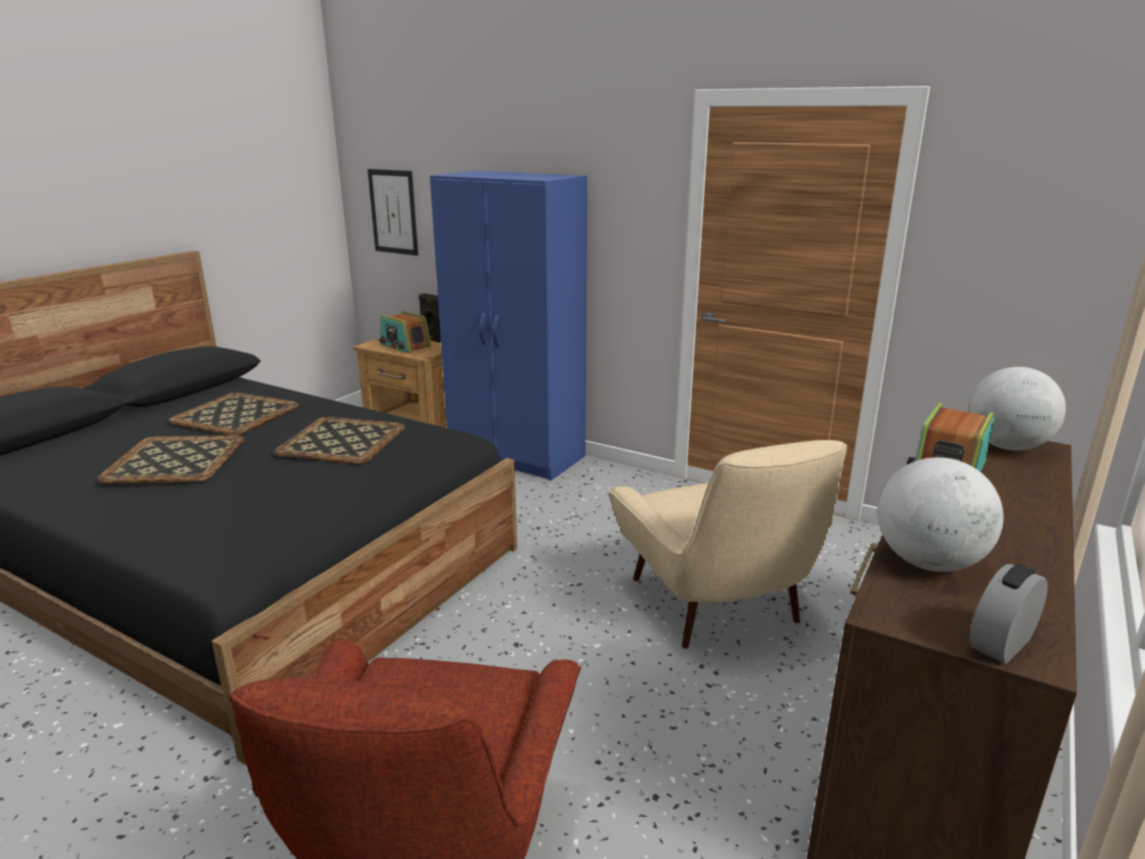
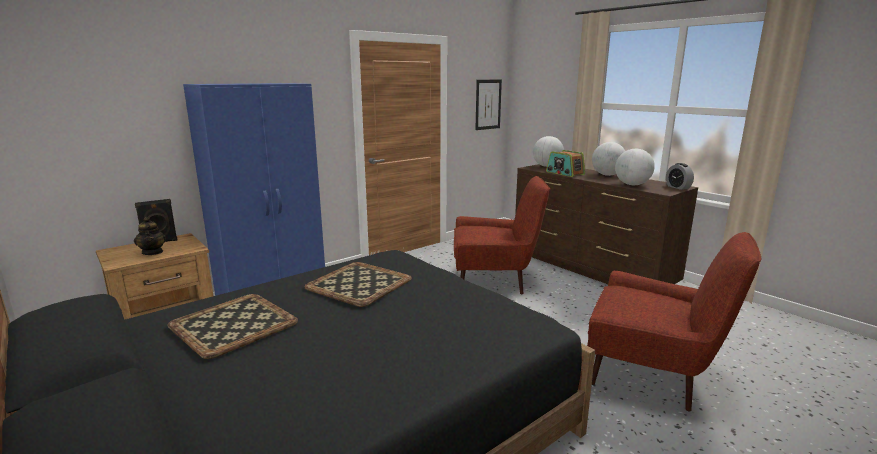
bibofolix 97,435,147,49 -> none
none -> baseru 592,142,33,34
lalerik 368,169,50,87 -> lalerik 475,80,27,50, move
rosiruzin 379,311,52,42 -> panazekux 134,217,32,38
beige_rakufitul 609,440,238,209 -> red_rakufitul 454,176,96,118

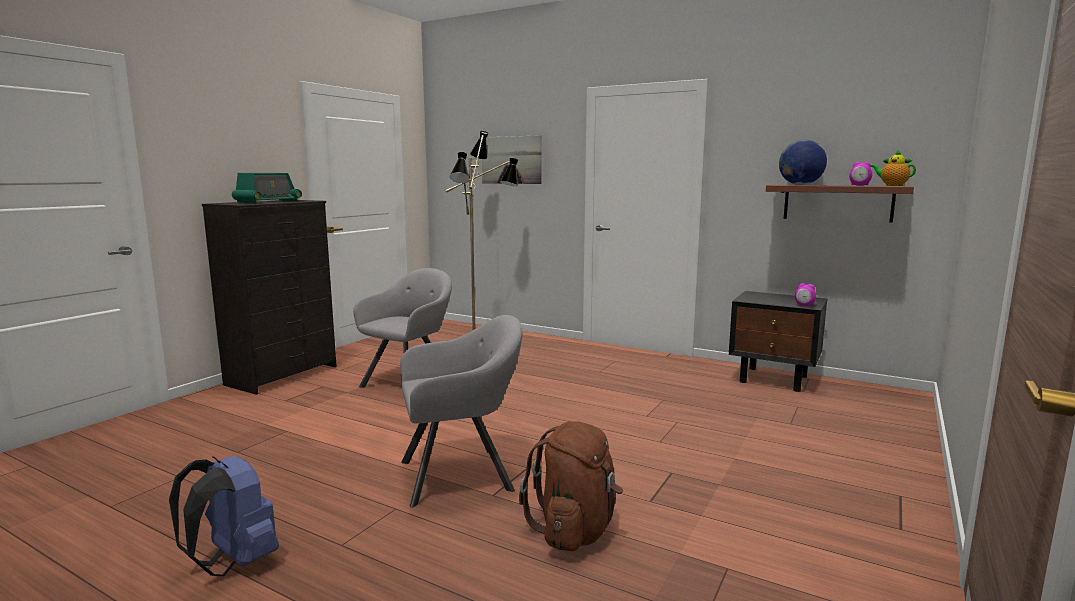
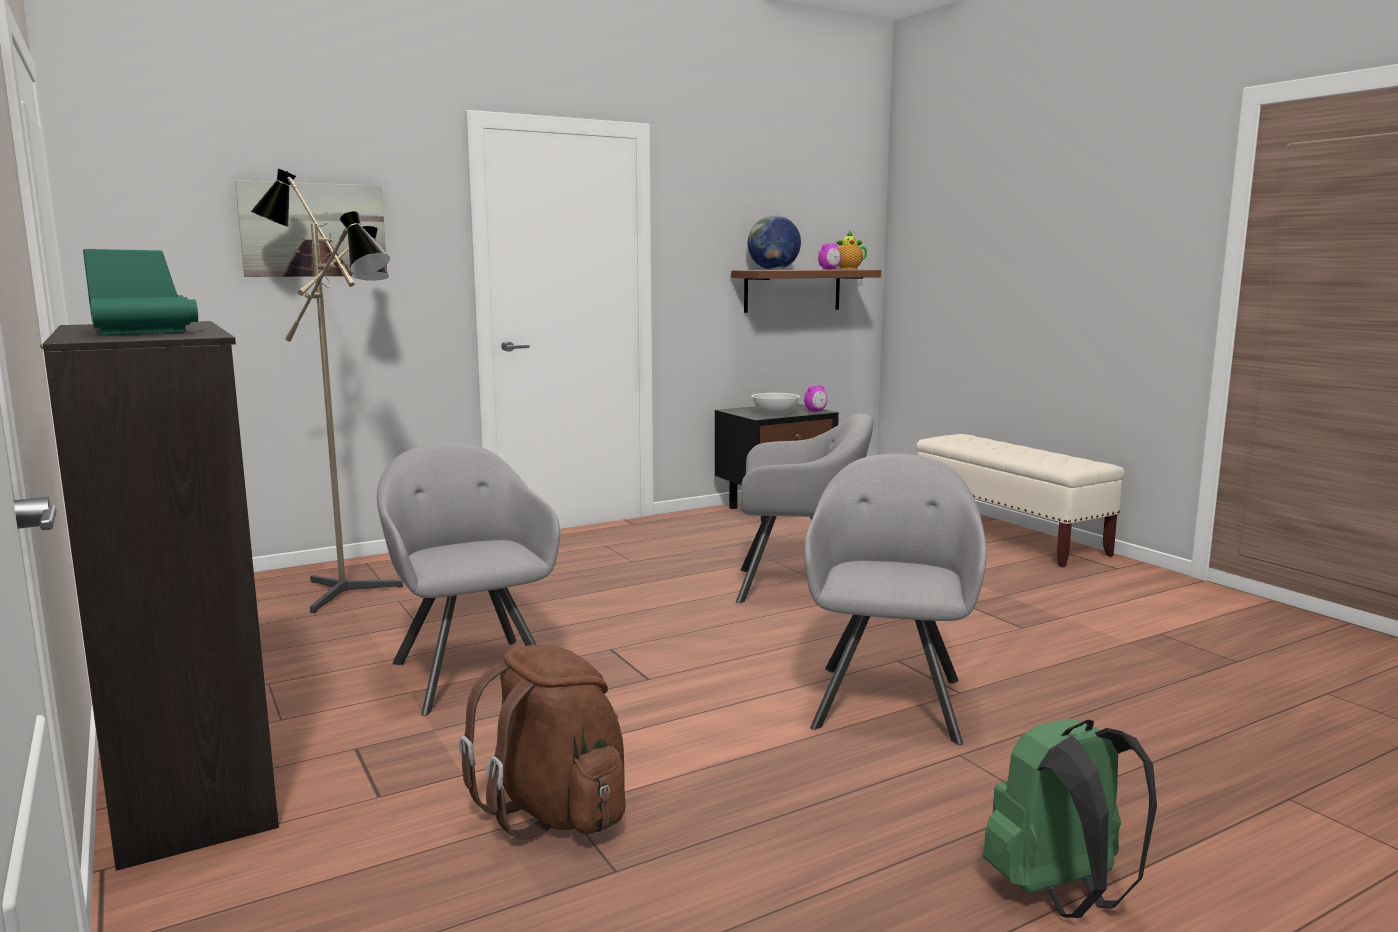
none -> grey_rakufitul 736,414,137,189
none -> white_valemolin 751,393,49,22
none -> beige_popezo 917,434,208,134
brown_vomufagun 519,421,104,130 -> brown_vomufagun 459,645,167,195, move
blue_vomufagun 169,456,110,120 -> green_vomufagun 983,718,174,200

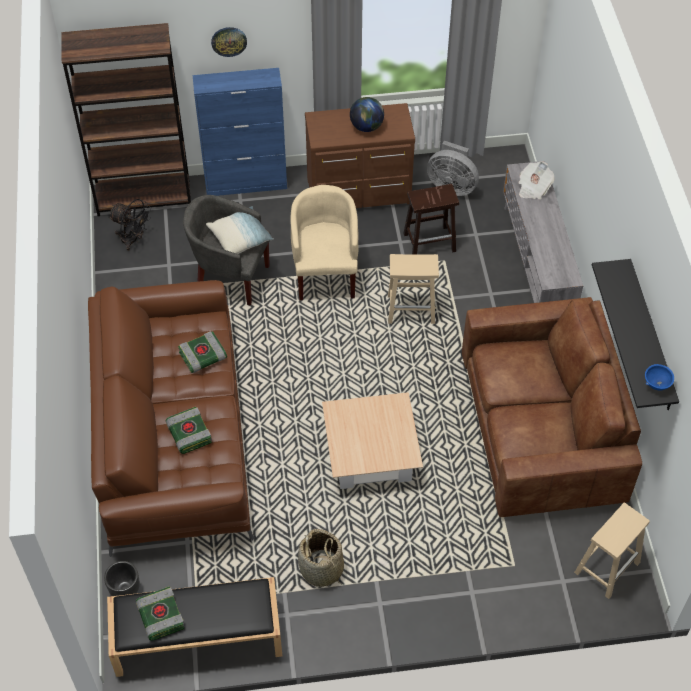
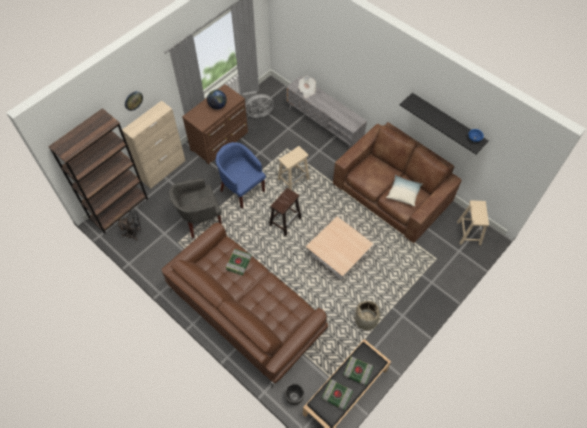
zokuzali 166,407,46,47 -> zokuzali 343,357,31,29, move
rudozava 206,206,67,48 -> rudozava 386,175,36,31, move
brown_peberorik 403,184,56,71 -> brown_peberorik 269,188,33,48, move
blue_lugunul 193,68,94,128 -> beige_lugunul 122,101,64,88
beige_rakufitul 290,185,69,115 -> blue_rakufitul 216,142,50,66

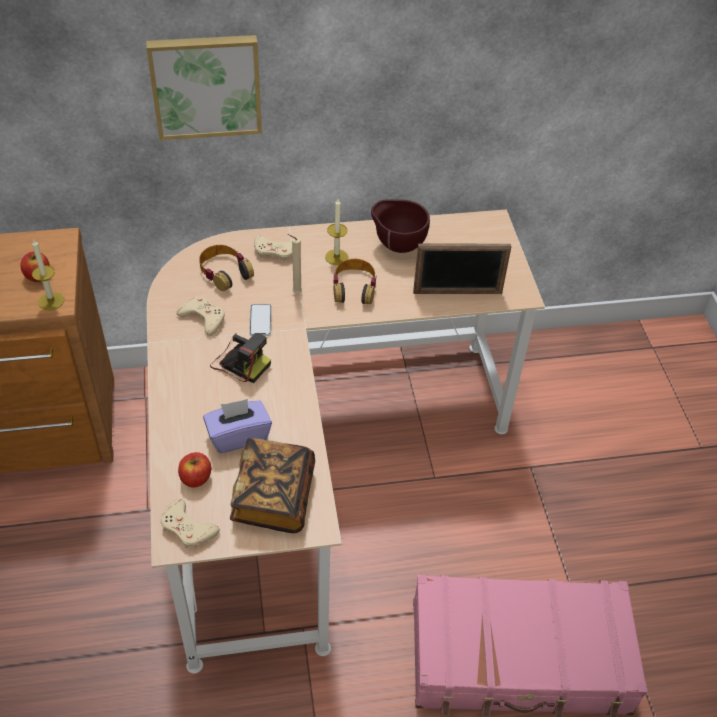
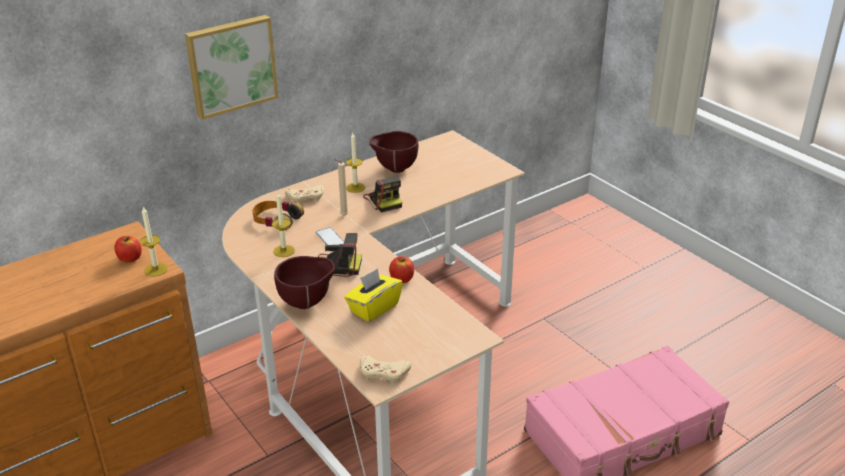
zokuzali 230,438,85,95 -> none
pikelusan 413,244,99,50 -> none
none -> brown_valemolin 274,256,61,53
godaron 178,452,34,36 -> godaron 389,256,25,27, move
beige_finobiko 176,296,49,40 -> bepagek 272,192,23,65
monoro 334,259,42,45 -> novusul 363,177,39,35
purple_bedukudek 203,399,69,54 -> yellow_bedukudek 344,268,59,54

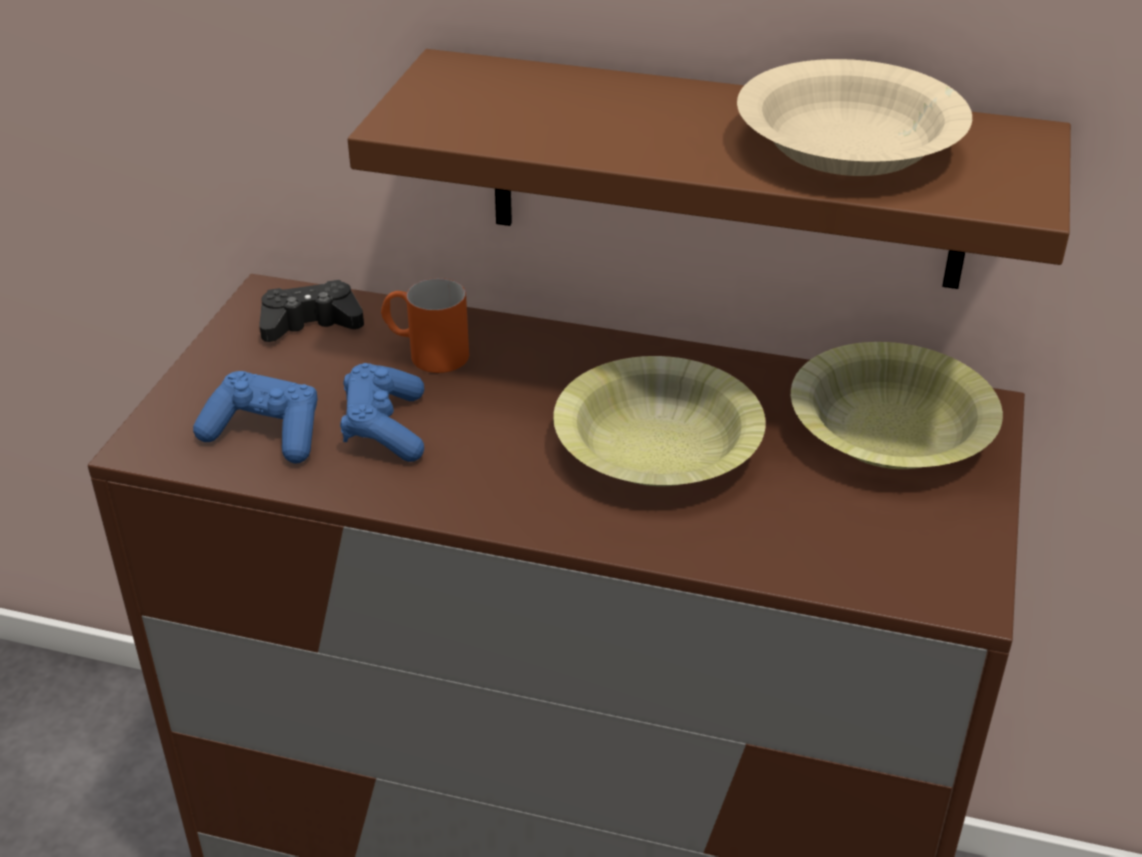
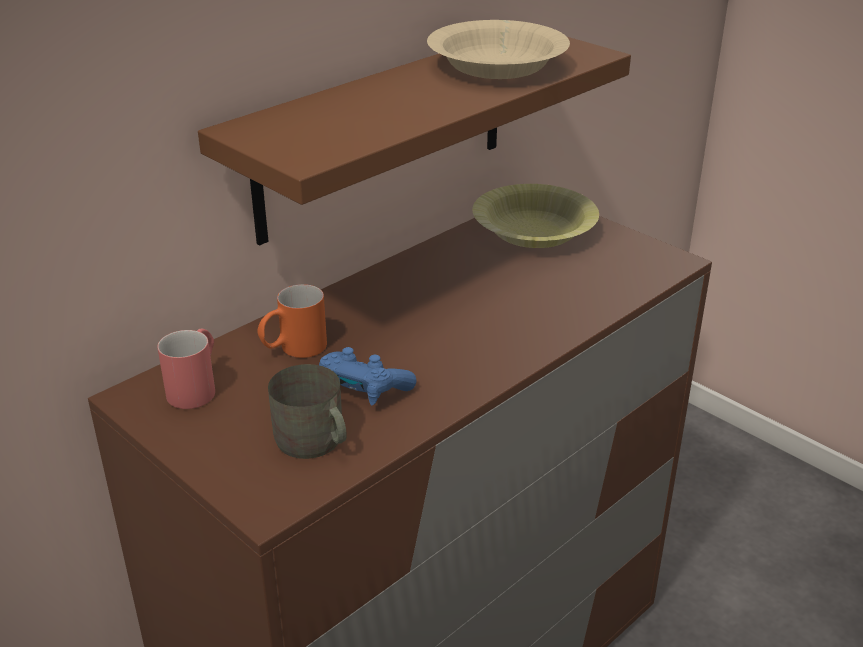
yellow_valemolin 553,356,213,130 -> none
blue_finobiko 193,371,125,93 -> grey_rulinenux 268,364,79,95
black_finobiko 259,280,105,62 -> red_rulinenux 157,329,58,80

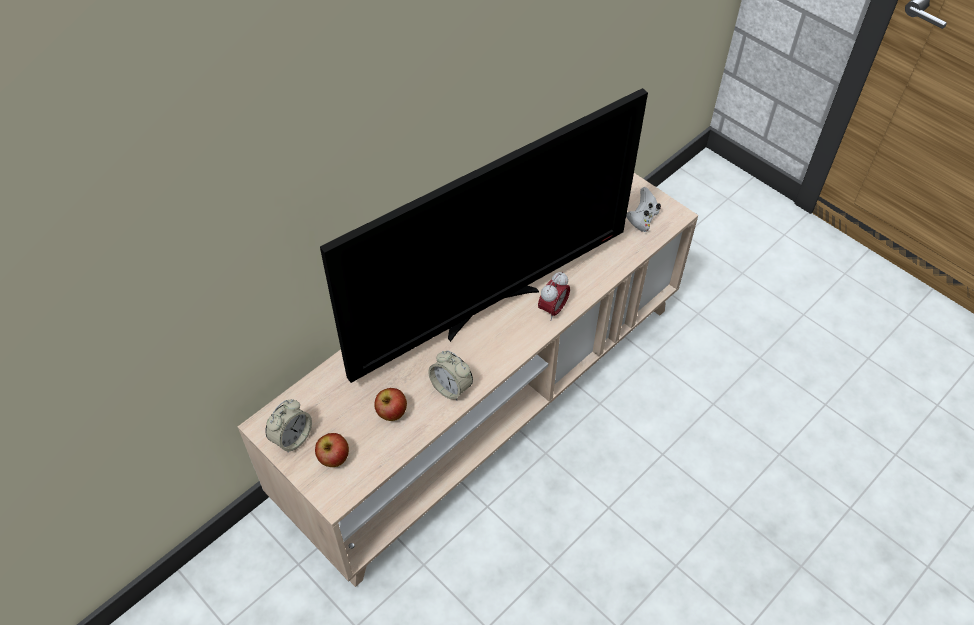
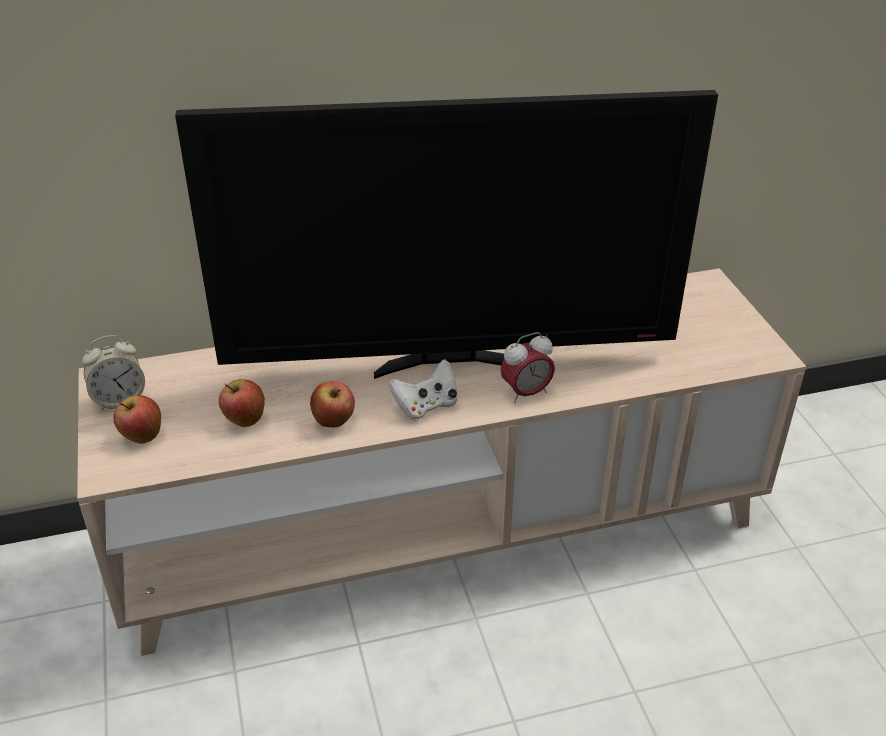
white_finobiko 626,187,35,45 -> white_finobiko 389,359,68,62, move
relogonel 429,350,44,51 -> godaron 310,381,45,46

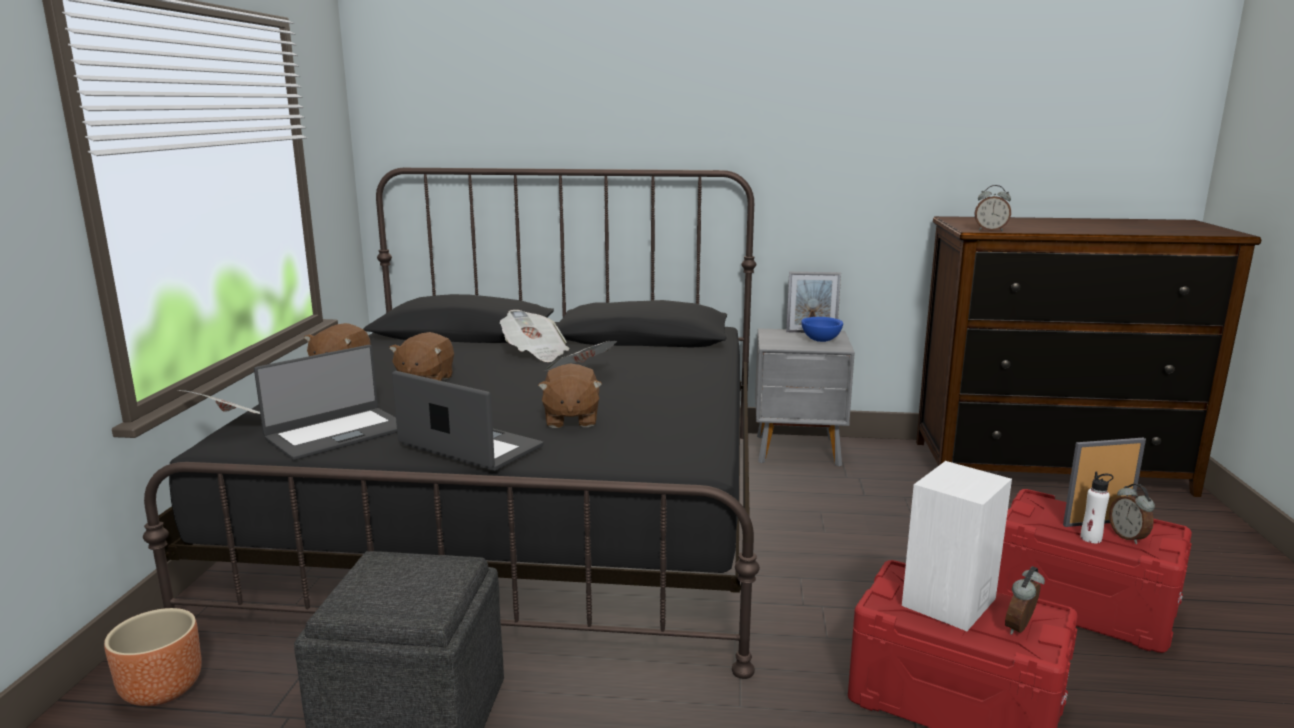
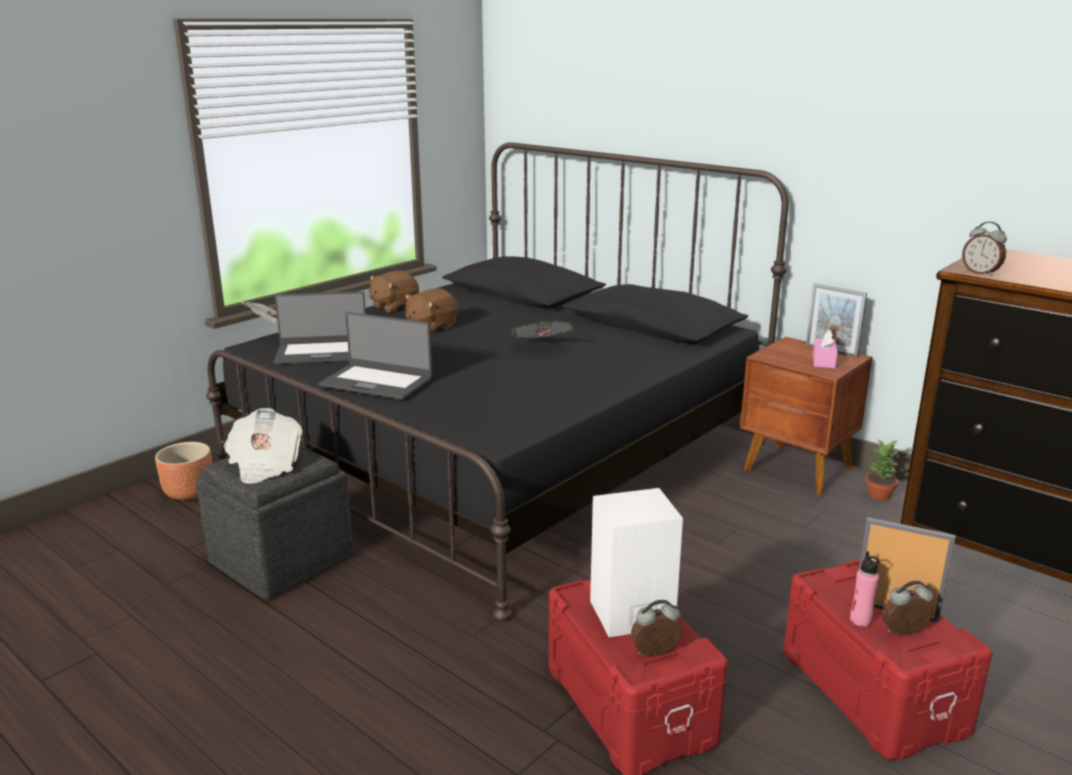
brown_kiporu 538,364,64,64 -> none
none -> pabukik 866,440,33,61
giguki 500,310,70,52 -> giguki 224,408,78,76, move
blue_valemolin 801,317,42,25 -> pink_bedukudek 813,330,25,38
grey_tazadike 755,328,100,139 -> brown_tazadike 740,337,132,158
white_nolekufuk 1080,471,34,72 -> pink_nolekufuk 850,551,29,76
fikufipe 392,371,152,100 -> fikufipe 318,312,114,88, 135 degrees clockwise
relogonel 1109,484,46,60 -> relogonel 882,581,52,54, 60 degrees clockwise

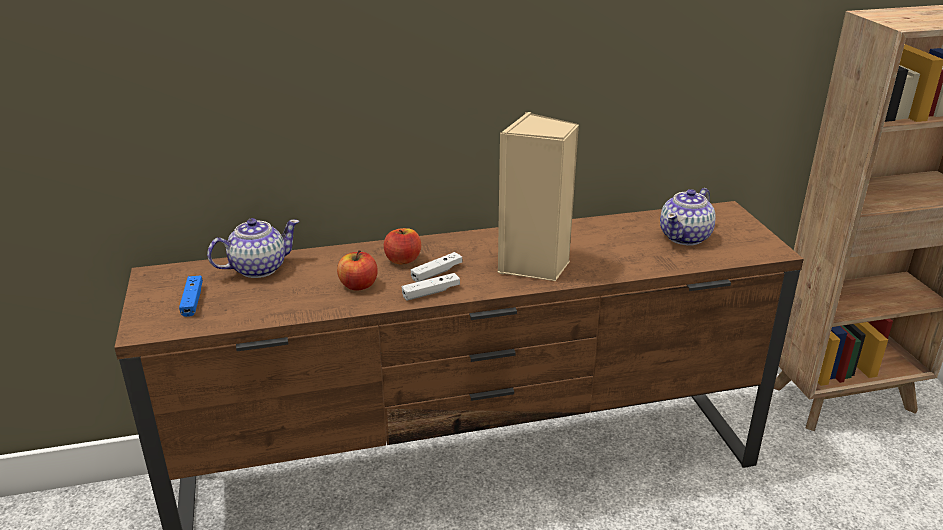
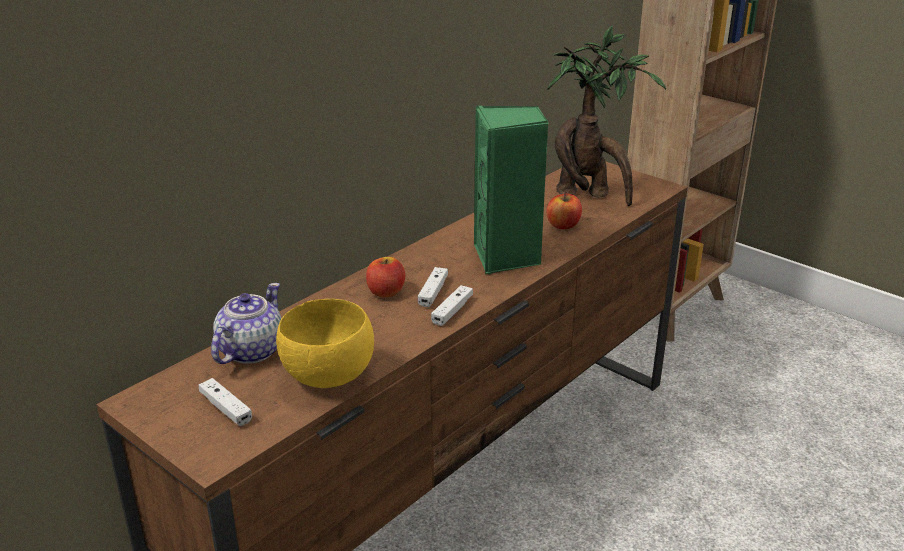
none -> yellow_valemolin 276,299,98,89
godaron 337,250,41,41 -> godaron 546,192,36,37, move
panazekux 660,188,56,57 -> pabukik 547,25,119,181
blue_finobiko 179,276,24,41 -> white_finobiko 199,378,53,48
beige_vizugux 498,112,81,169 -> green_vizugux 474,106,75,168

